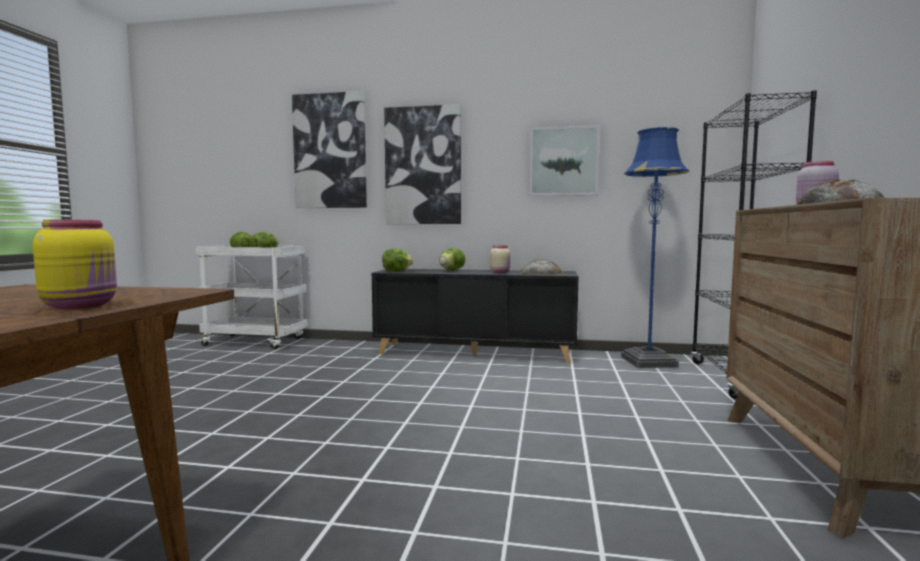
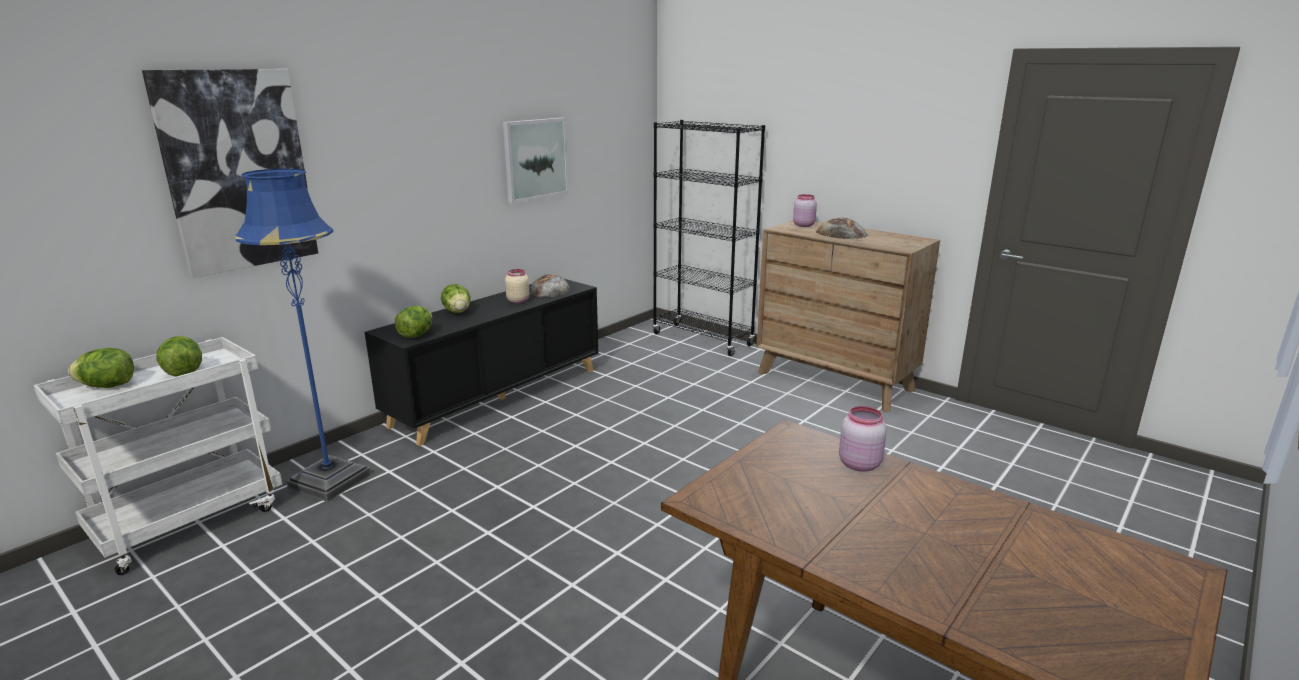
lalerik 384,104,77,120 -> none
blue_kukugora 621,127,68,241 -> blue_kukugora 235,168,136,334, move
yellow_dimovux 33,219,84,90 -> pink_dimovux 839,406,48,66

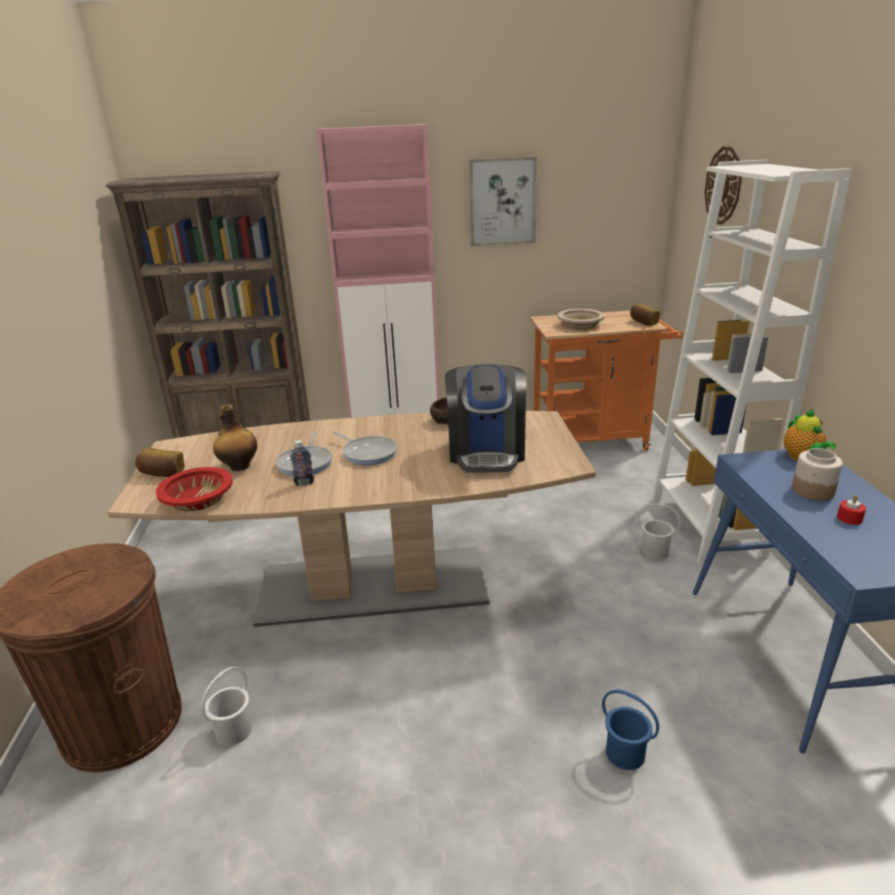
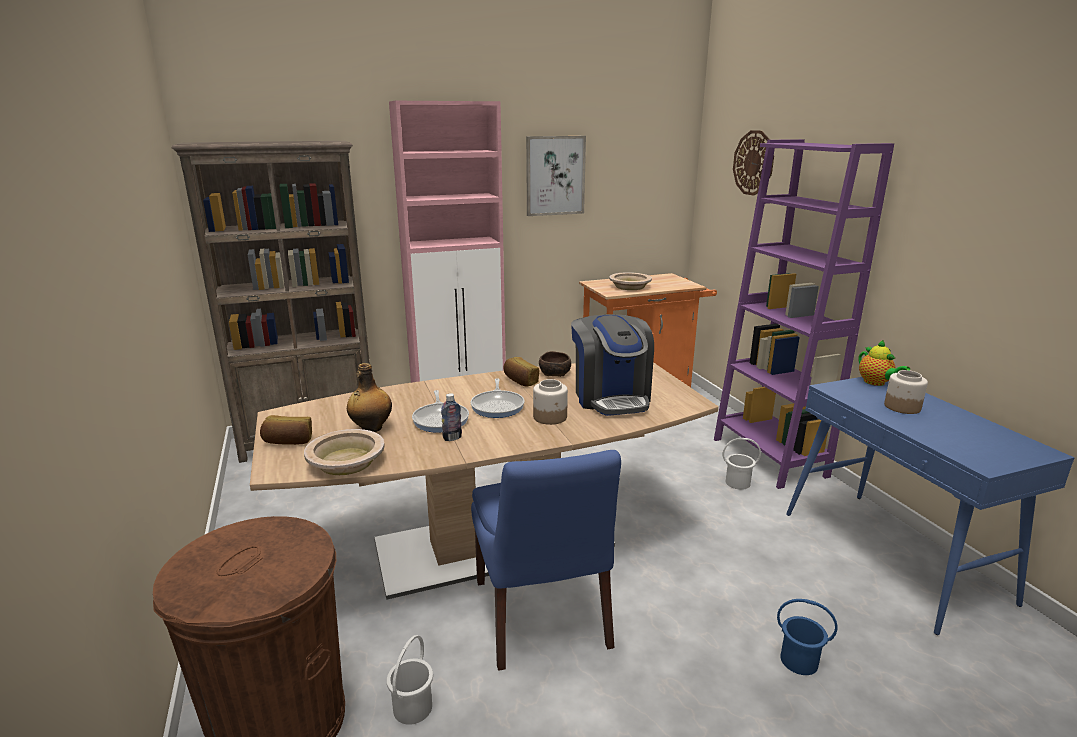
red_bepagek 837,495,29,30 -> none
none -> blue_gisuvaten 471,450,150,221
none -> dimovux 533,379,35,46
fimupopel 630,304,30,22 -> fimupopel 503,357,36,30, move
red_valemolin 156,467,77,44 -> beige_valemolin 304,429,81,46
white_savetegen 652,160,200,403 -> purple_savetegen 714,139,180,350
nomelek 333,432,64,33 -> nomelek 470,378,55,40, 60 degrees clockwise

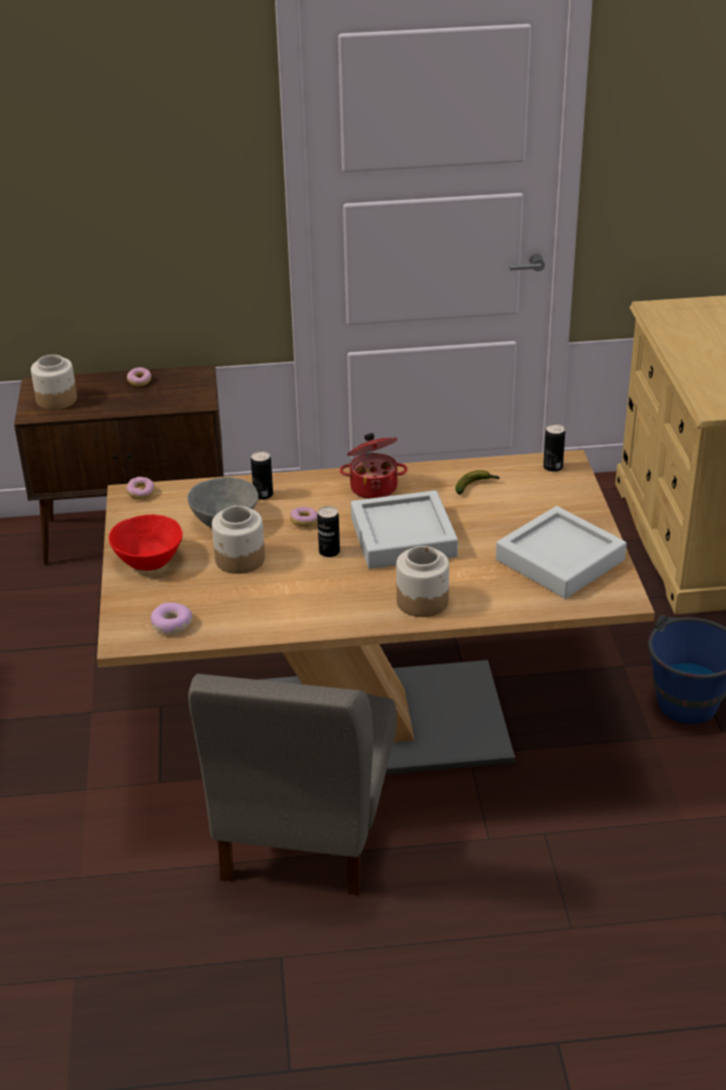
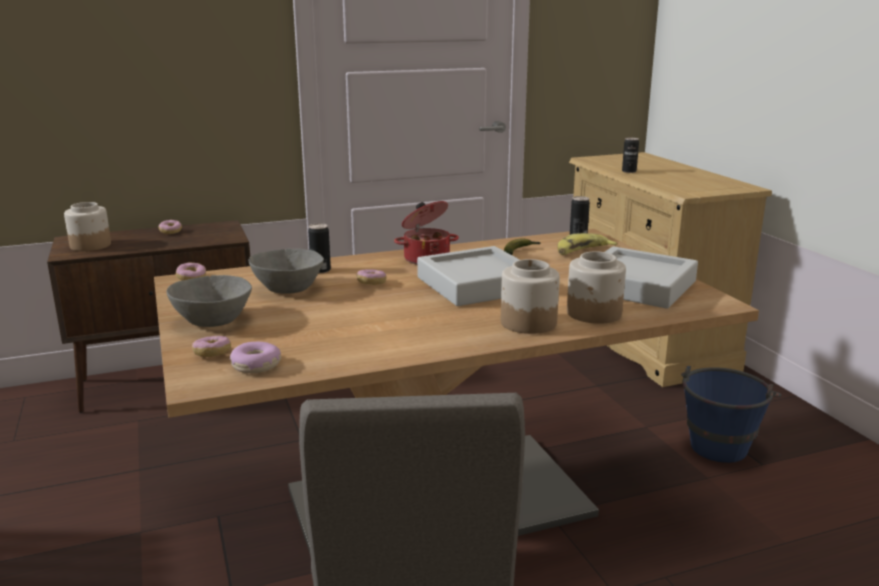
none -> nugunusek 192,336,39,21
none -> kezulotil 558,233,60,22
dimovux 212,506,53,68 -> dimovux 567,251,59,73, move
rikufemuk 317,506,23,51 -> rikufemuk 622,137,17,36, move
red_valemolin 109,514,74,56 -> grey_valemolin 166,275,86,52

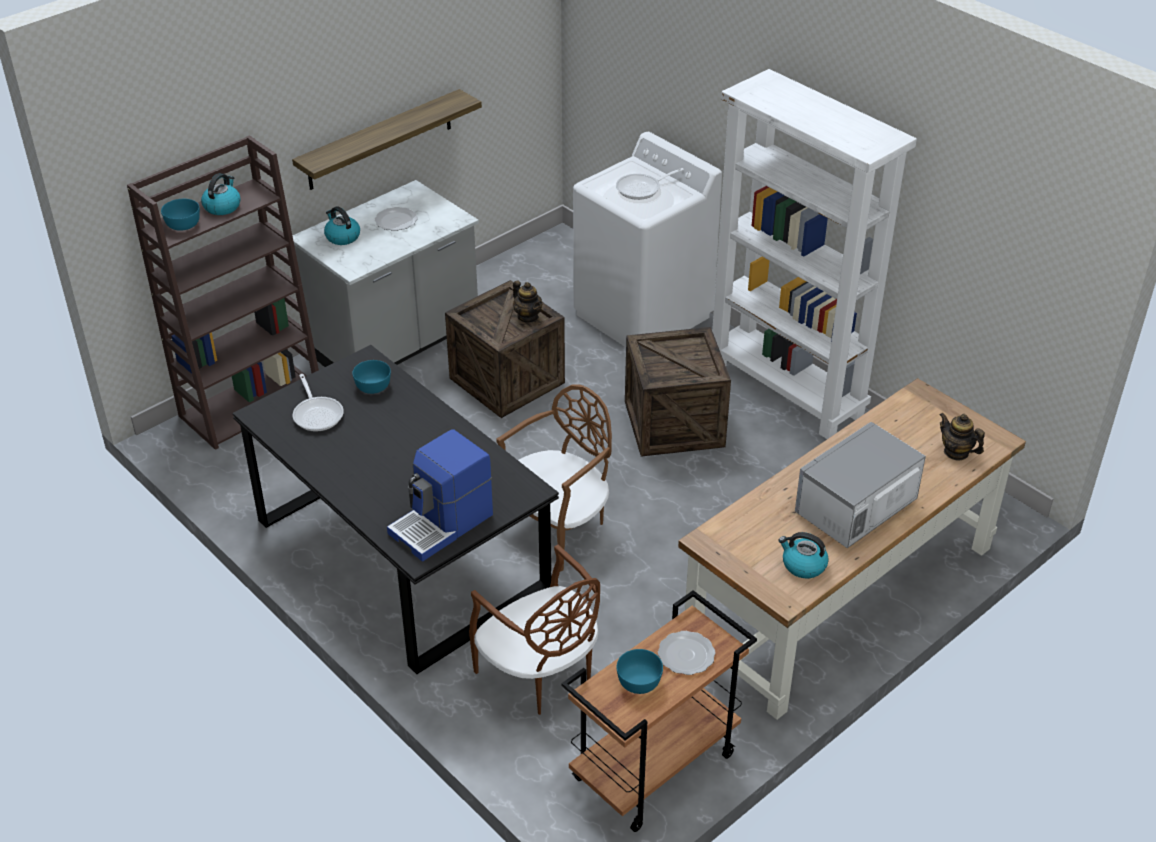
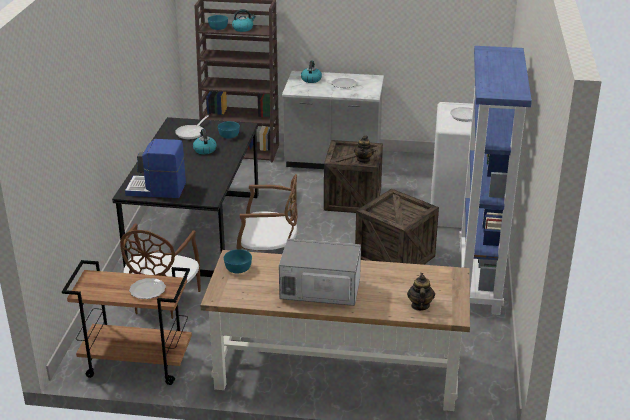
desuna 292,89,190,101 -> none
turquoise_valemolin 617,649,46,45 -> turquoise_valemolin 224,249,28,24, move
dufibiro 779,532,50,46 -> dufibiro 193,129,24,25, move
white_savetegen 712,69,205,370 -> blue_savetegen 459,46,73,269

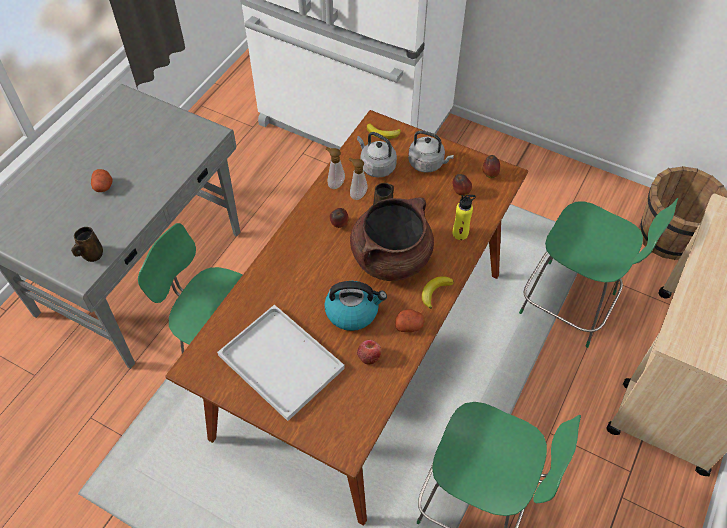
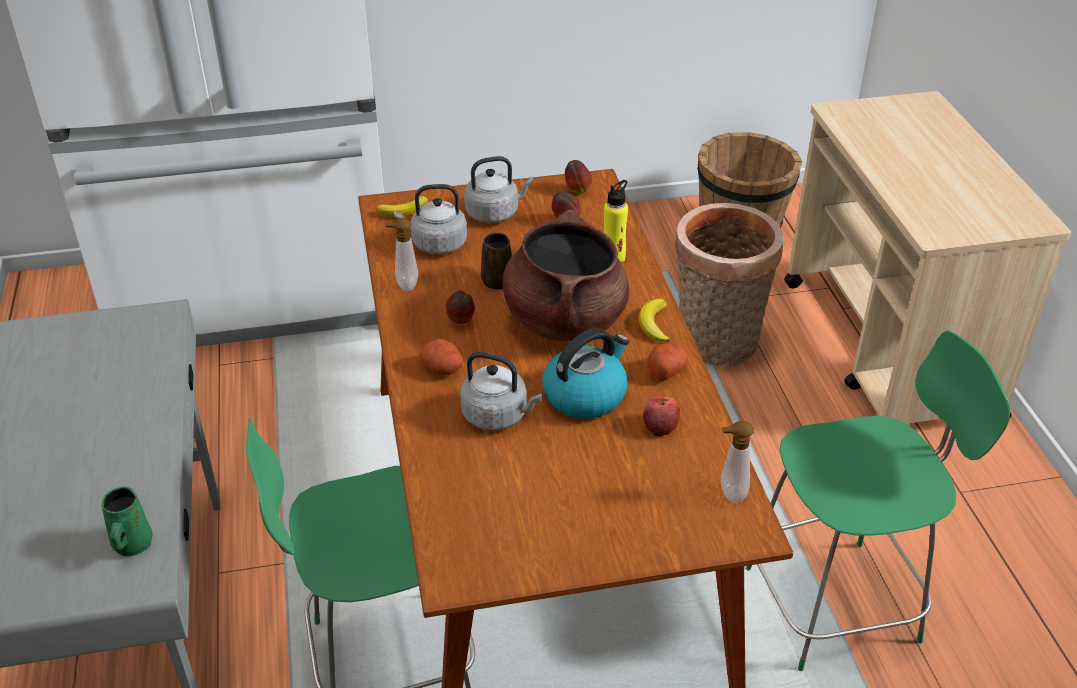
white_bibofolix 217,305,128,116 -> none
none -> grey_dufibiro 460,352,82,78
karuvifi 91,169,22,23 -> karuvifi 420,339,43,36, move
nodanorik 349,157,19,43 -> nodanorik 721,421,33,82, move
green_gisuvaten 519,198,159,150 -> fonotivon 675,203,109,164
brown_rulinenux 71,227,32,35 -> green_rulinenux 102,486,51,70

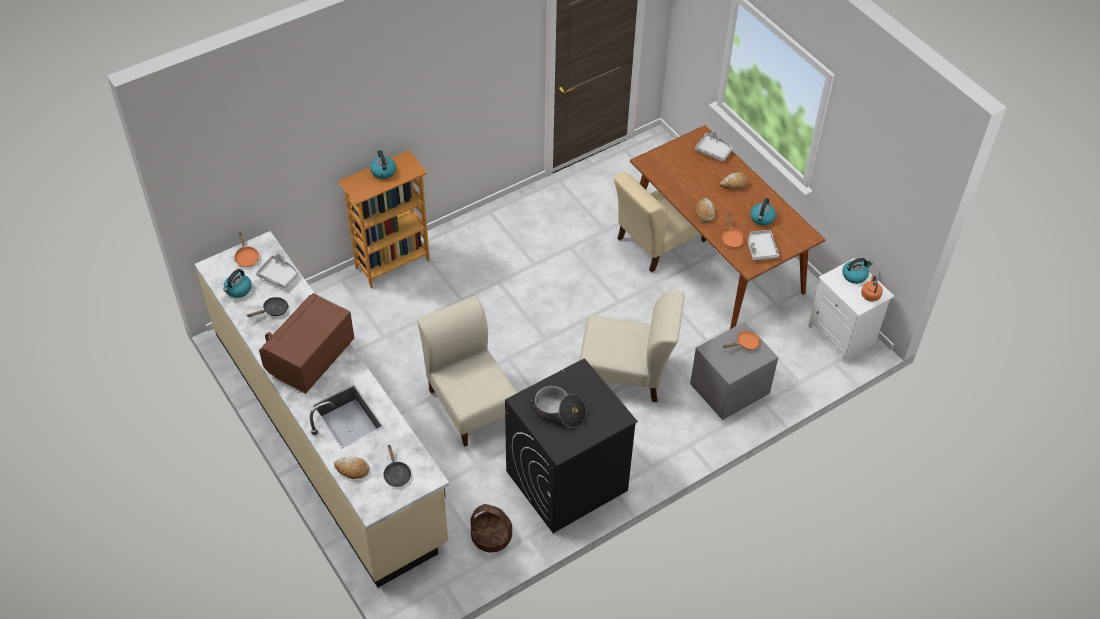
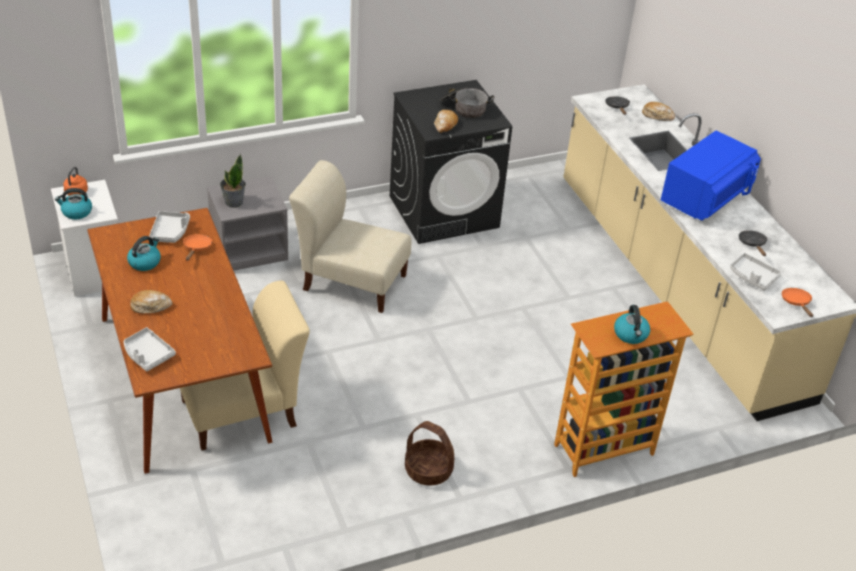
dufibiro 223,269,28,29 -> none
beige_gisuvaten 417,296,100,150 -> none
fonotivon 471,504,41,49 -> fonotivon 405,421,49,65, move
fimupopel 695,198,20,24 -> fimupopel 434,110,24,23, move
orange_nomelek 723,331,38,19 -> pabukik 220,154,26,54
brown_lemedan 259,293,95,101 -> blue_lemedan 661,131,100,90
black_nomelek 247,297,41,20 -> black_nomelek 739,230,28,26, 105 degrees clockwise

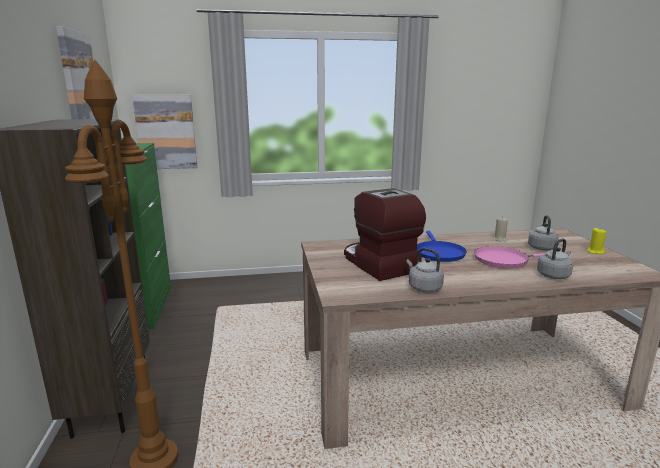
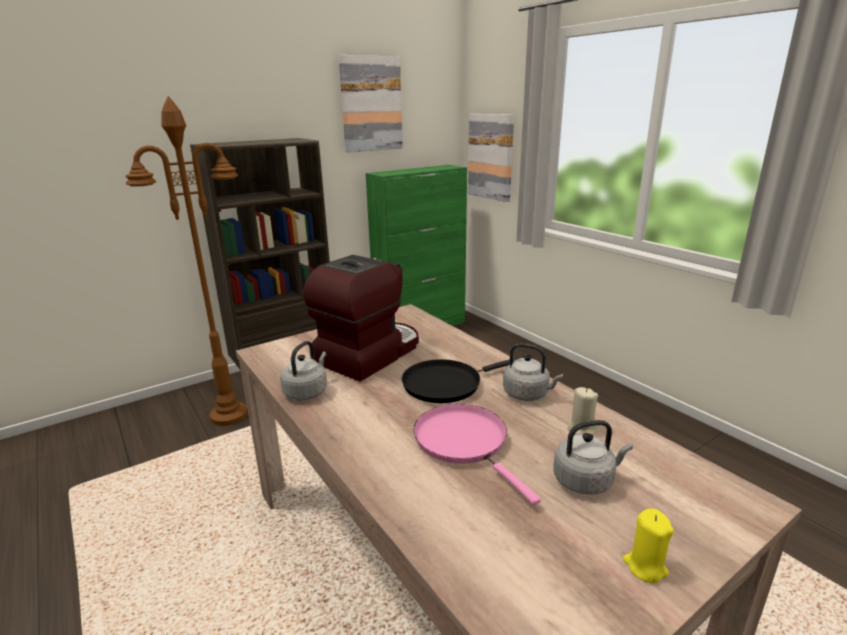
grey_dufibiro 537,238,36,41 -> grey_dufibiro 503,343,60,58, move
blue_nomelek 417,231,50,31 -> black_nomelek 402,357,119,46

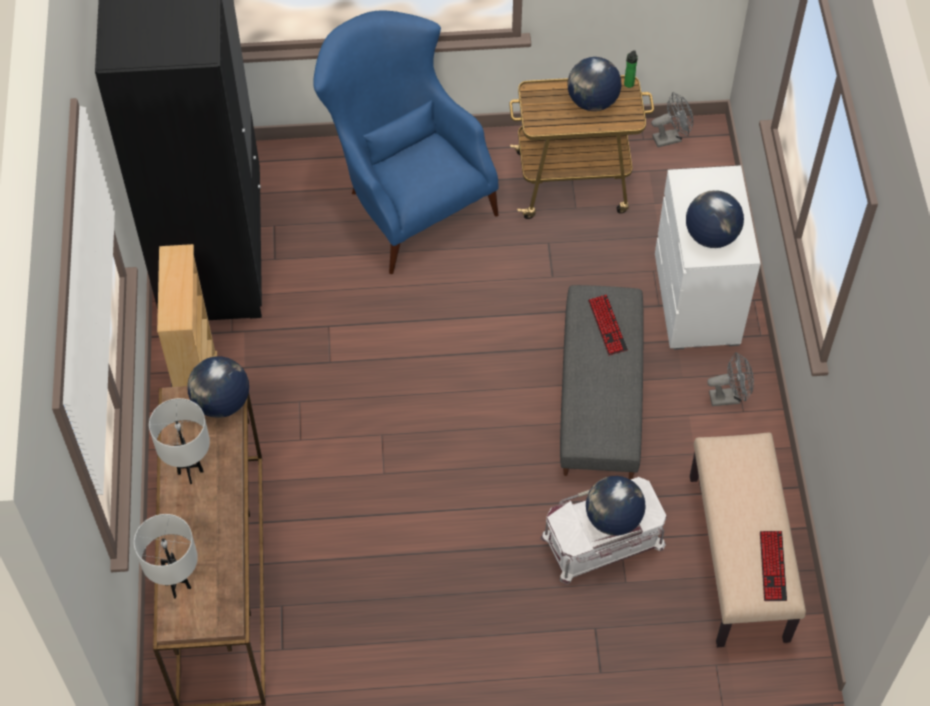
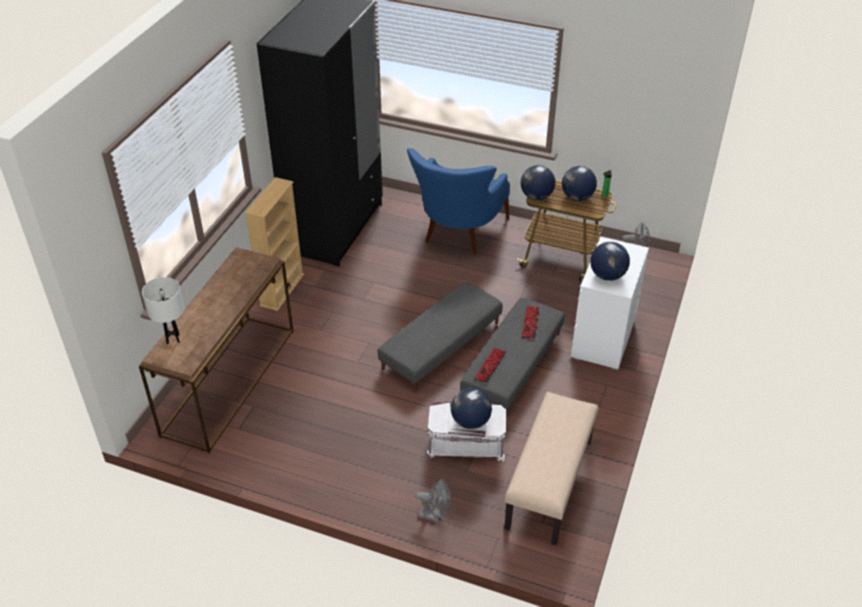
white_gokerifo 149,398,61,86 -> none
none -> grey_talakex 378,282,125,109
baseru 187,356,62,62 -> baseru 521,165,34,35, move
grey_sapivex 707,352,47,54 -> grey_sapivex 415,479,36,44, move
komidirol 760,531,27,70 -> komidirol 474,348,32,35, move
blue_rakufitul 313,10,185,264 -> blue_rakufitul 407,148,103,107, 150 degrees counterclockwise

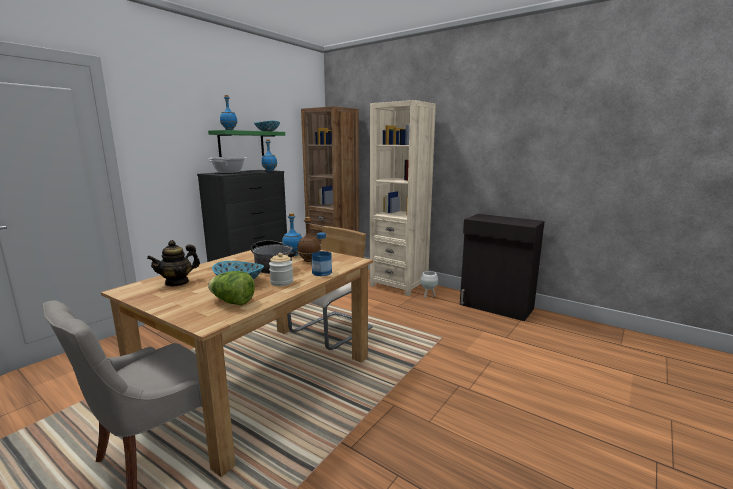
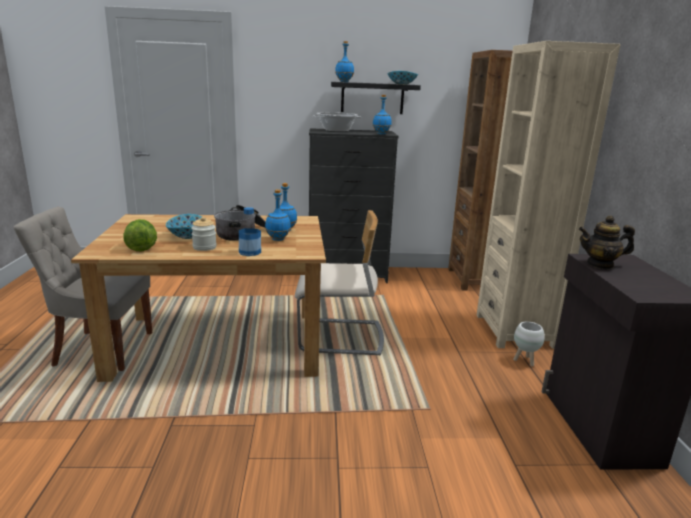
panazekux 147,240,53,47 -> panazekux 579,215,56,54, move
green_desuna 208,130,77,27 -> black_desuna 331,82,90,32
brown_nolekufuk 298,217,22,45 -> blue_nolekufuk 265,189,26,52

